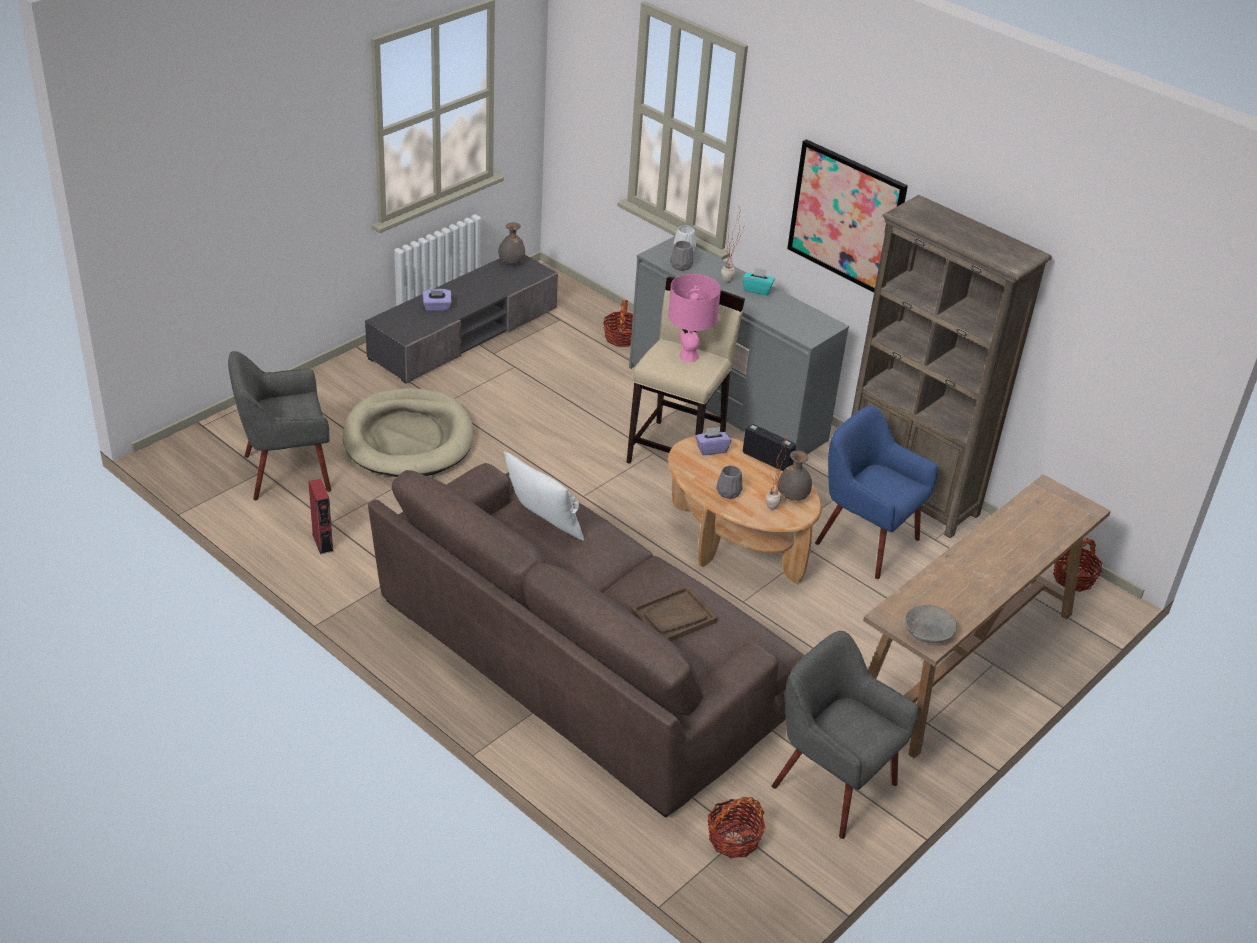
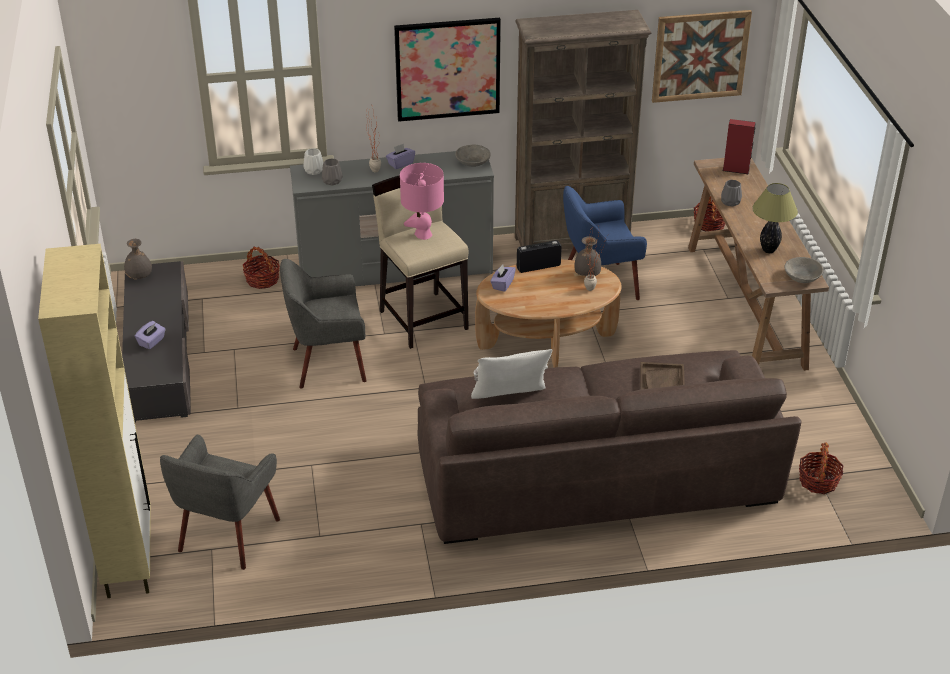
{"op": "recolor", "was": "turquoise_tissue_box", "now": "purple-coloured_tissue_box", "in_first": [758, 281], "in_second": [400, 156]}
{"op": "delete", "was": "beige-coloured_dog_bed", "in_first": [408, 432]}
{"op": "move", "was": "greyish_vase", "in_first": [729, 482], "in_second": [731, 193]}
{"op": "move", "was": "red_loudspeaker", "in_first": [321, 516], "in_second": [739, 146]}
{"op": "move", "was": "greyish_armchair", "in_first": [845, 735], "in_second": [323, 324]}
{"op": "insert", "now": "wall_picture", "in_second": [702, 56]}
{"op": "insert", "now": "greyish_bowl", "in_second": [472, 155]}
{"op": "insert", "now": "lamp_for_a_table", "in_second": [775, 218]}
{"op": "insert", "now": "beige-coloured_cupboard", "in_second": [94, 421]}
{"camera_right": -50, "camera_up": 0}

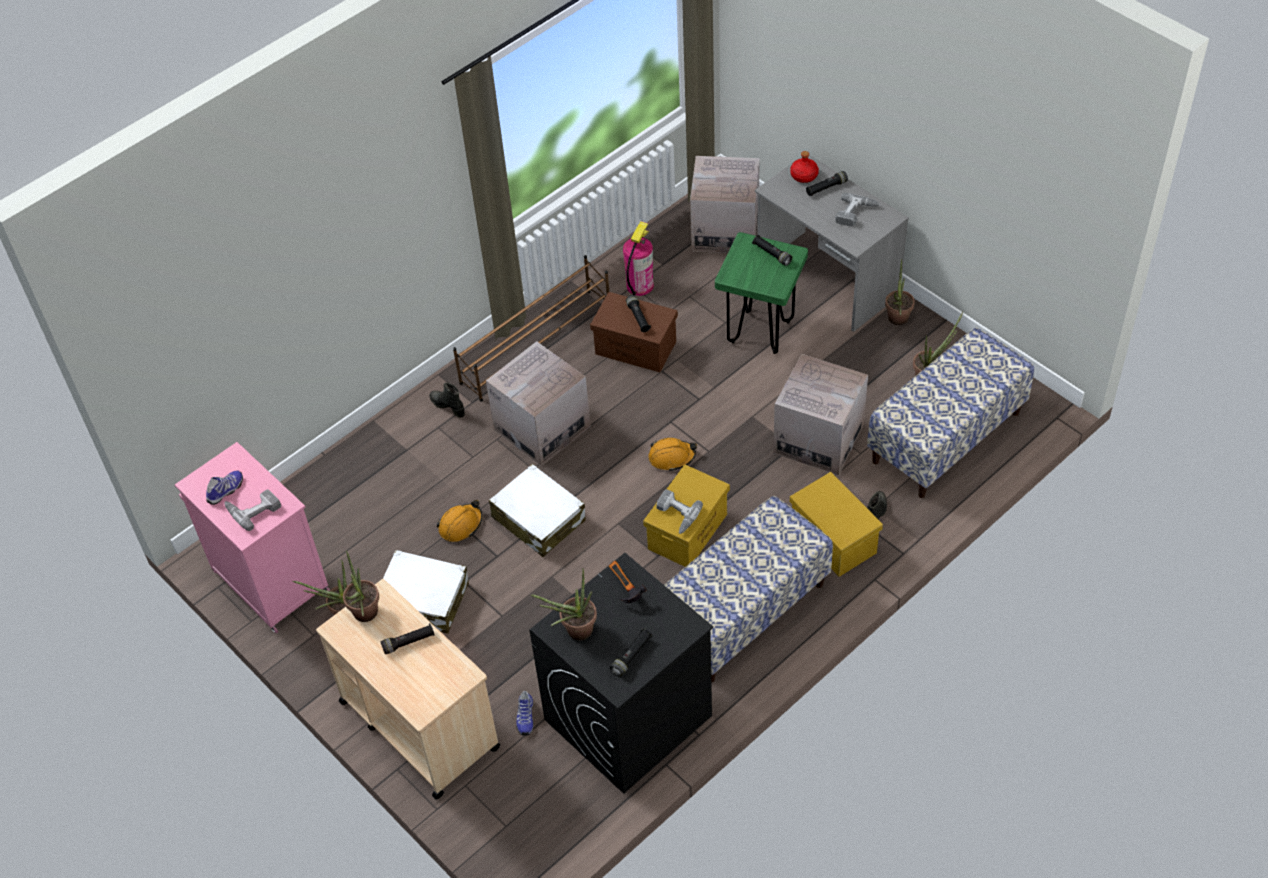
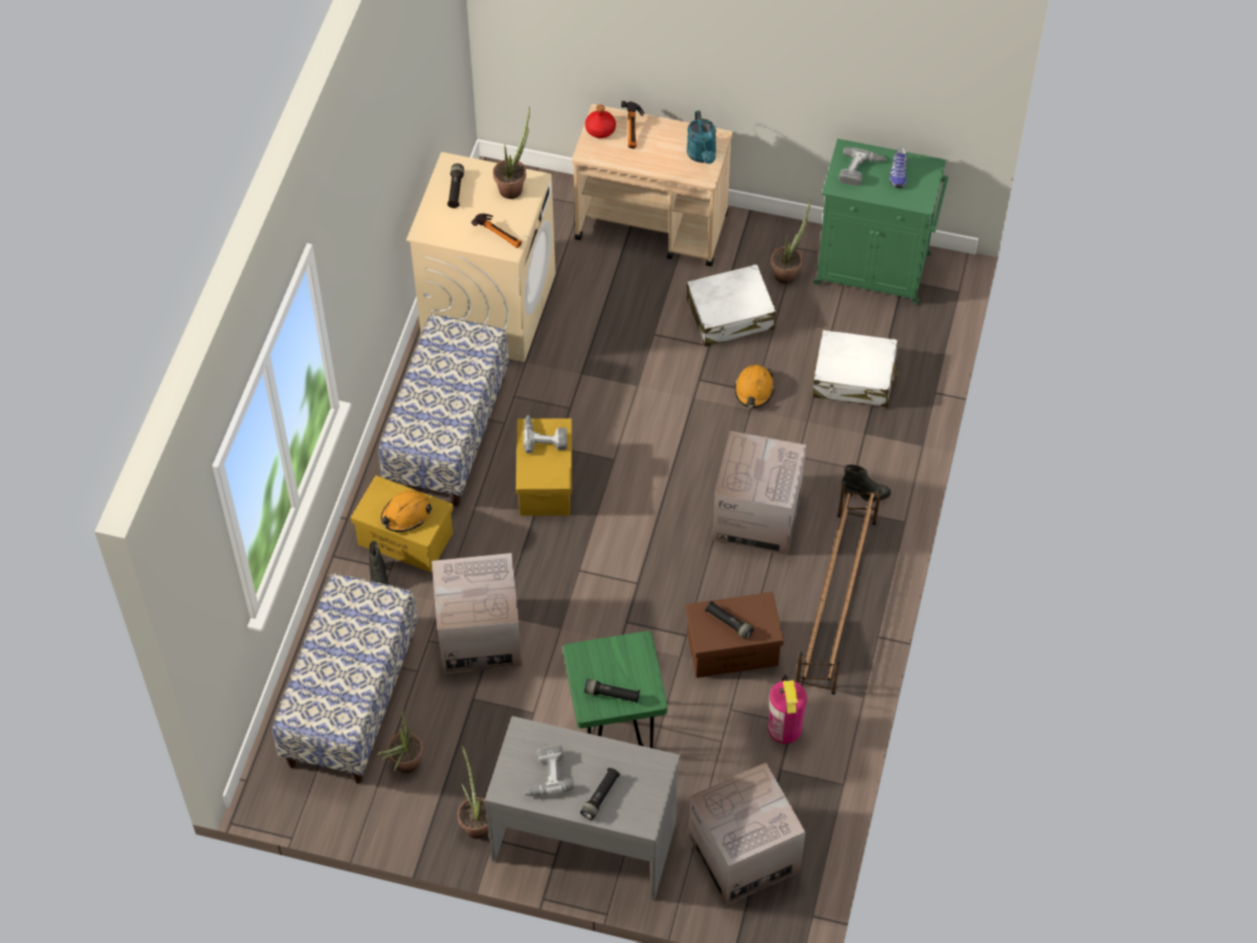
{"op": "move", "was": "red_bottle", "in_first": [804, 167], "in_second": [600, 121]}
{"op": "move", "was": "orange_hard_hat", "in_first": [672, 454], "in_second": [406, 511]}
{"op": "recolor", "was": "pink_cupboard", "now": "greenish_cupboard", "in_first": [252, 537], "in_second": [880, 221]}
{"op": "move", "was": "white_suitcase", "in_first": [537, 510], "in_second": [855, 368]}
{"op": "replace", "was": "houseplant", "now": "turquoise_sprinkling_can", "in_first": [361, 586], "in_second": [701, 137]}
{"op": "recolor", "was": "black-coloured_washing_machine", "now": "beige-coloured_washing_machine", "in_first": [621, 673], "in_second": [481, 257]}
{"op": "delete", "was": "black-coloured_hand_torch", "in_first": [407, 638]}
{"op": "delete", "was": "item_of_footwear", "in_first": [524, 713]}
{"op": "insert", "now": "hand_hammer", "in_second": [633, 125]}
{"camera_right": 145, "camera_up": 5}

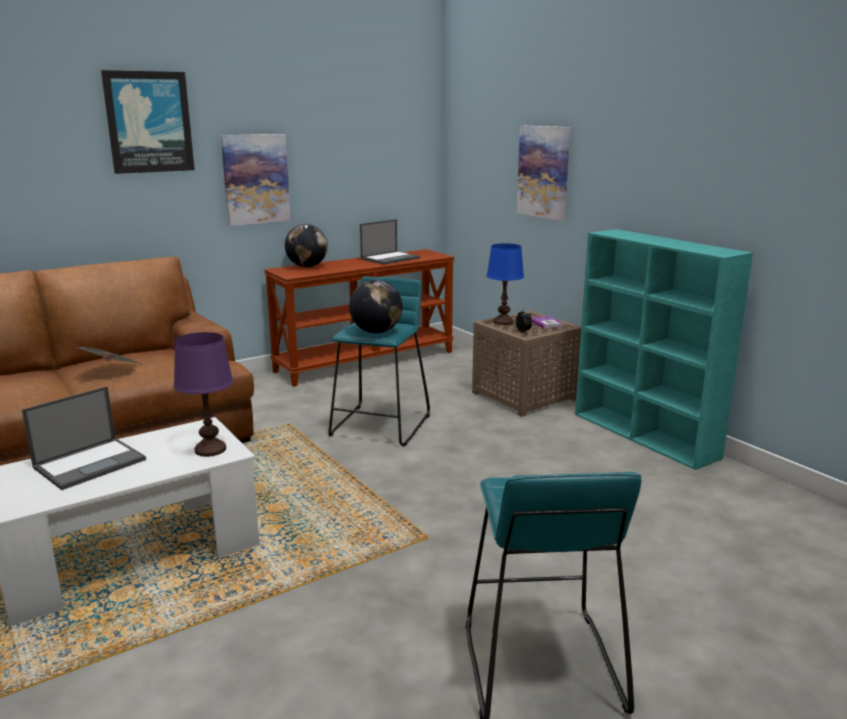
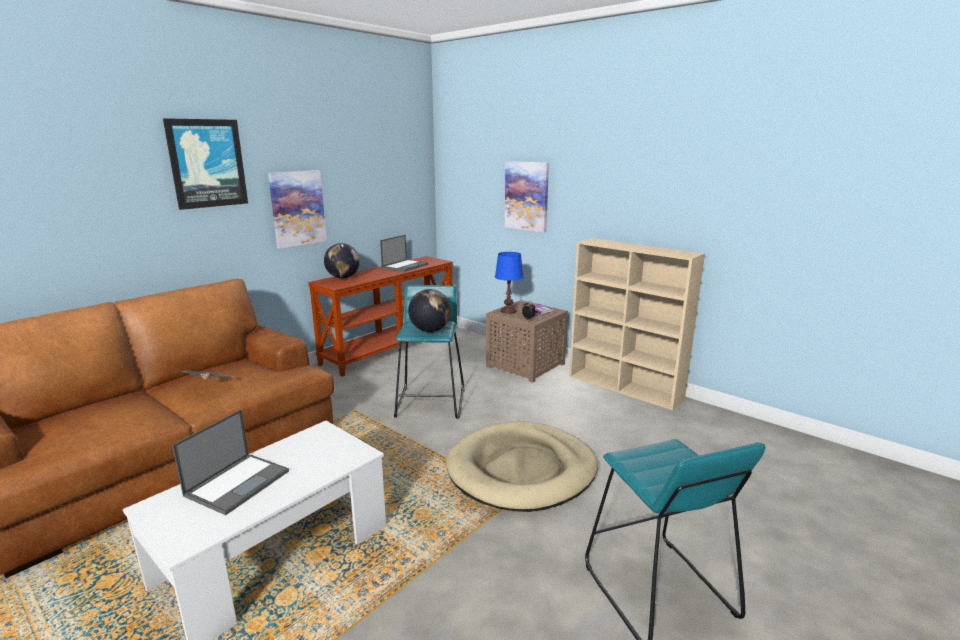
{"op": "recolor", "was": "turquoise_bookshelf", "now": "beige-coloured_bookshelf", "in_first": [664, 349], "in_second": [637, 324]}
{"op": "delete", "was": "purple-coloured_lamp_for_a_table", "in_first": [203, 394]}
{"op": "insert", "now": "beige-coloured_dog_bed", "in_second": [522, 466]}
{"camera_right": -15, "camera_up": 0}

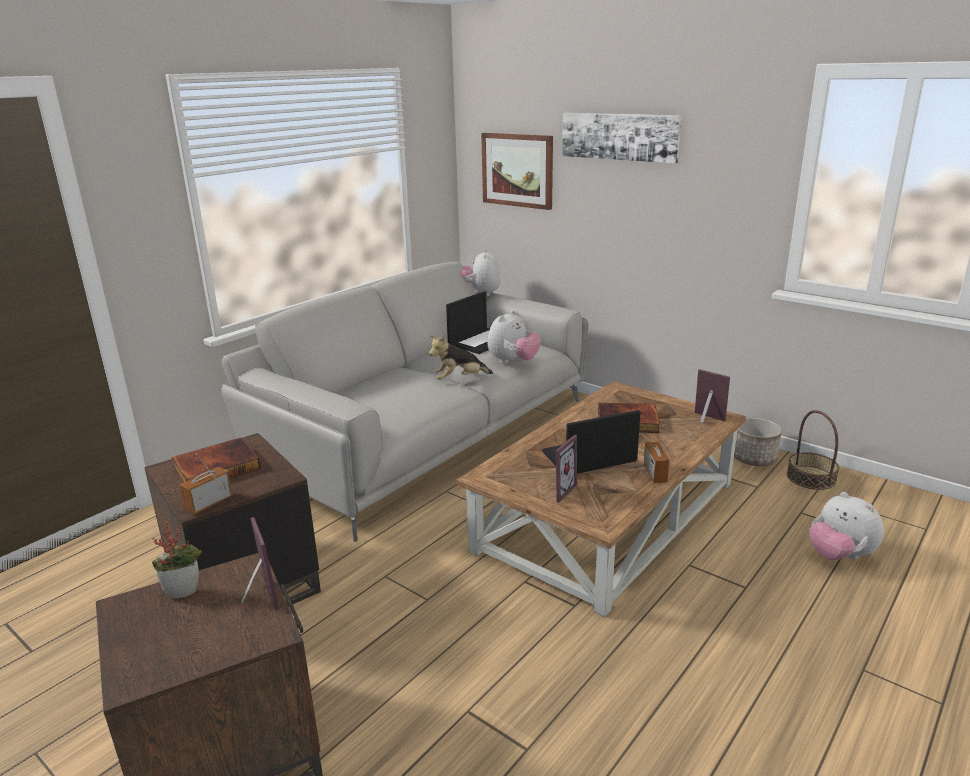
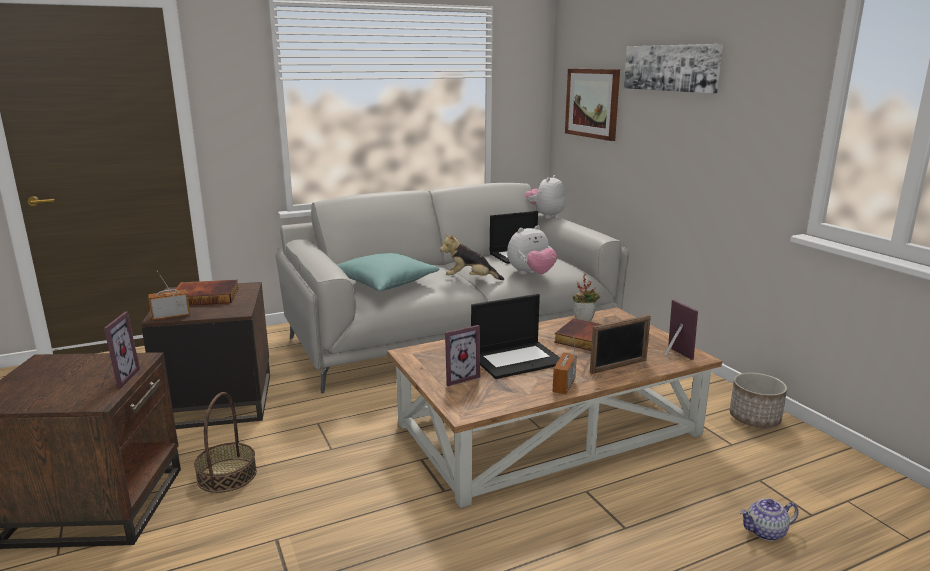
{"op": "rotate", "was": "laptop", "in_first": [591, 442], "in_second": [515, 336], "clockwise": 150}
{"op": "move", "was": "basket", "in_first": [813, 450], "in_second": [225, 442]}
{"op": "replace", "was": "soft_toy", "now": "pot_for_tea", "in_first": [846, 526], "in_second": [769, 519]}
{"op": "move", "was": "houseplant", "in_first": [177, 559], "in_second": [586, 298]}
{"op": "insert", "now": "turquoise_pillow", "in_second": [388, 272]}
{"op": "insert", "now": "standing_frame", "in_second": [620, 344]}
{"camera_right": 25, "camera_up": -5}

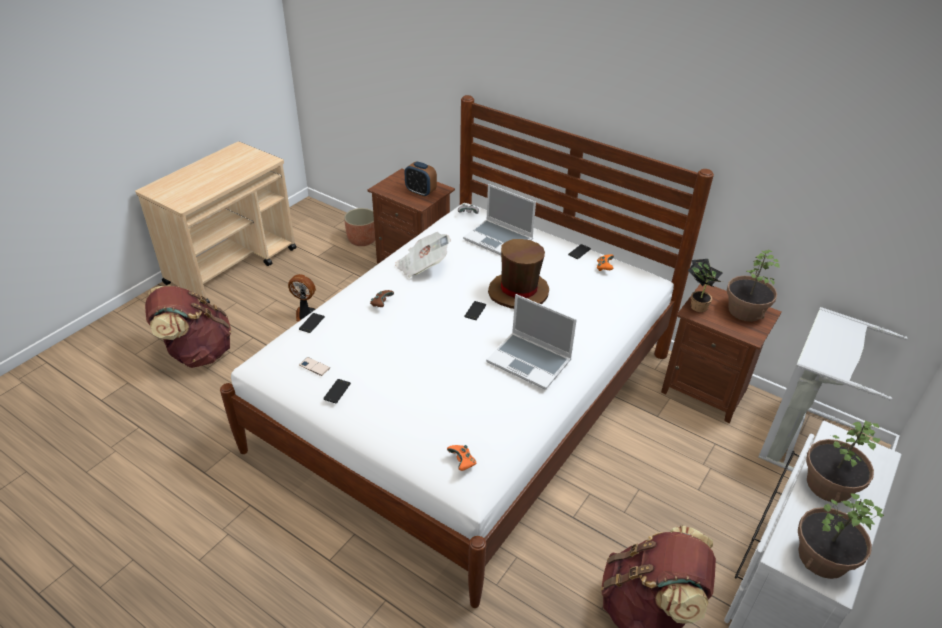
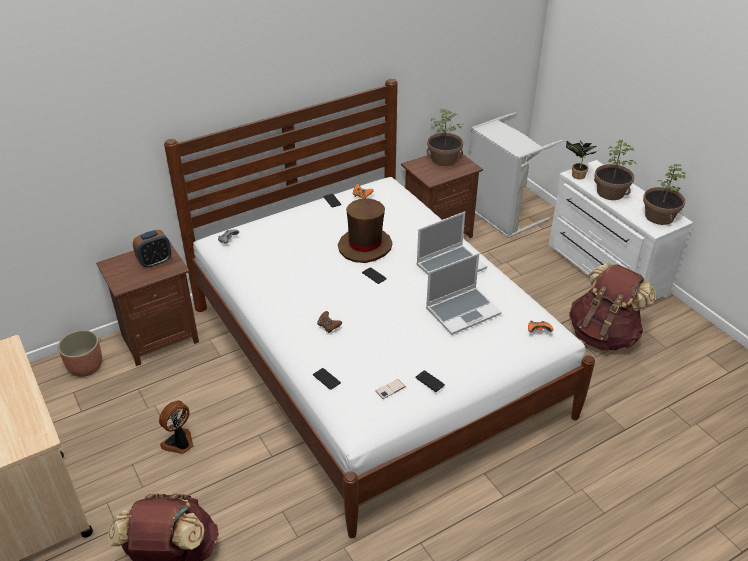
{"op": "move", "was": "laptop", "in_first": [499, 219], "in_second": [464, 294]}
{"op": "delete", "was": "newspaper", "in_first": [423, 255]}
{"op": "move", "was": "houseplant", "in_first": [705, 285], "in_second": [581, 160]}
{"camera_right": -65, "camera_up": 0}

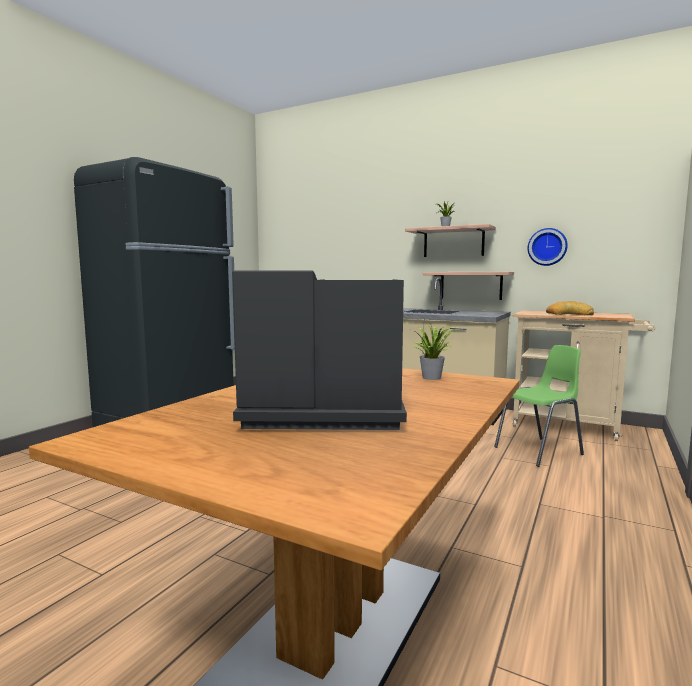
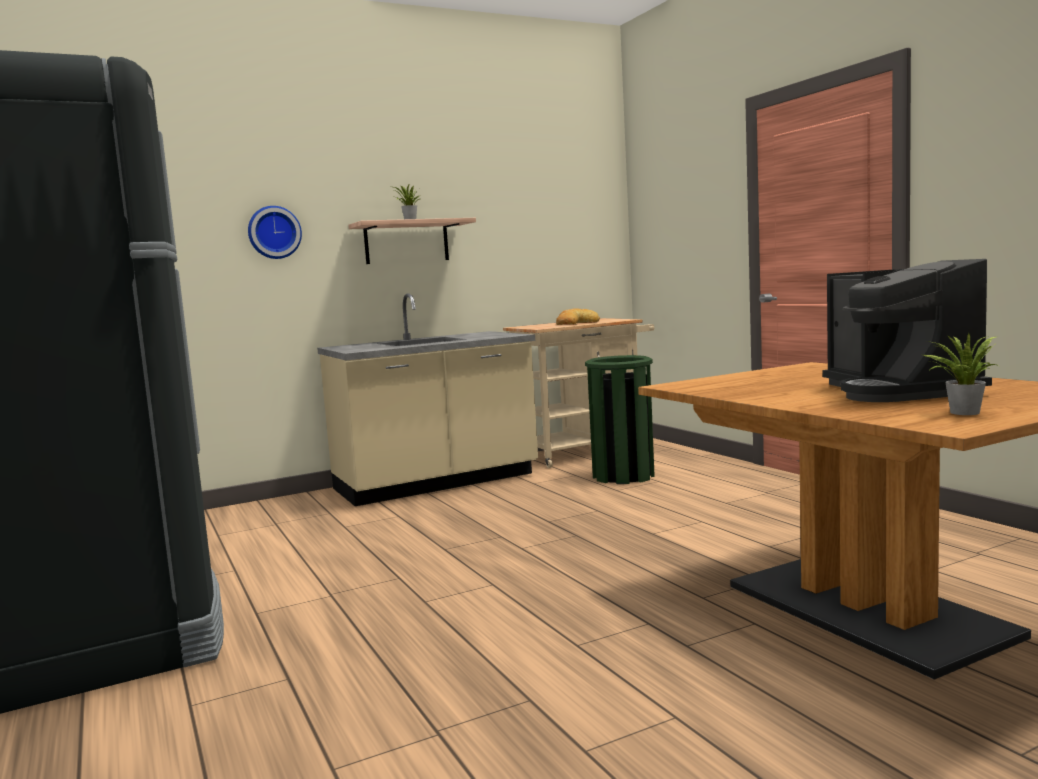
{"op": "move", "was": "wall_clock", "in_first": [547, 247], "in_second": [275, 232]}
{"op": "rotate", "was": "coffee_brewer", "in_first": [319, 350], "in_second": [907, 330], "clockwise": -45}
{"op": "delete", "was": "shelf", "in_first": [468, 286]}
{"op": "move", "was": "houseplant", "in_first": [436, 352], "in_second": [961, 374]}
{"op": "replace", "was": "greenish_chair", "now": "greenish_trash_can", "in_first": [539, 406], "in_second": [620, 419]}
{"camera_right": -55, "camera_up": 0}

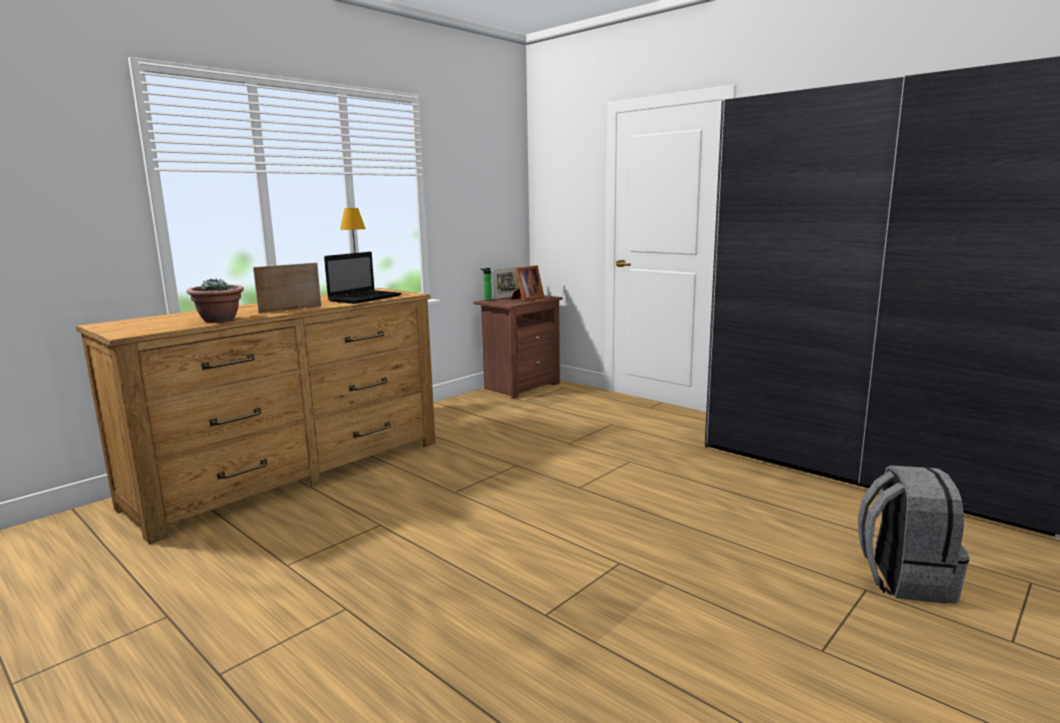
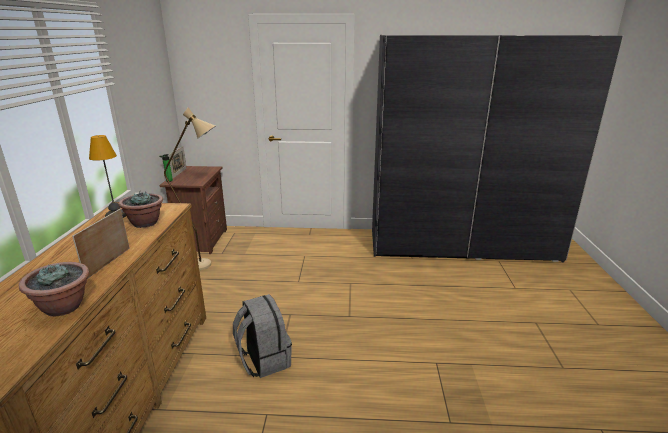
{"op": "replace", "was": "laptop", "now": "houseplant", "in_first": [362, 278], "in_second": [140, 209]}
{"op": "delete", "was": "standing_frame", "in_first": [527, 283]}
{"op": "move", "was": "greyish_knapsack", "in_first": [914, 534], "in_second": [262, 336]}
{"op": "insert", "now": "beige-coloured_floor_lamp", "in_second": [189, 188]}
{"camera_right": -40, "camera_up": 10}

